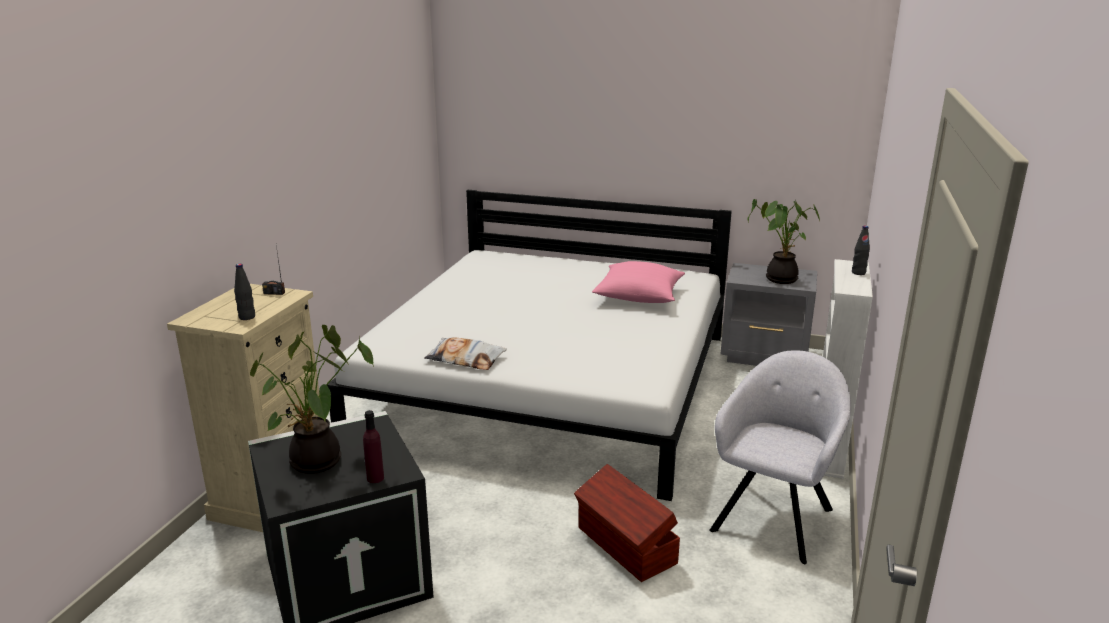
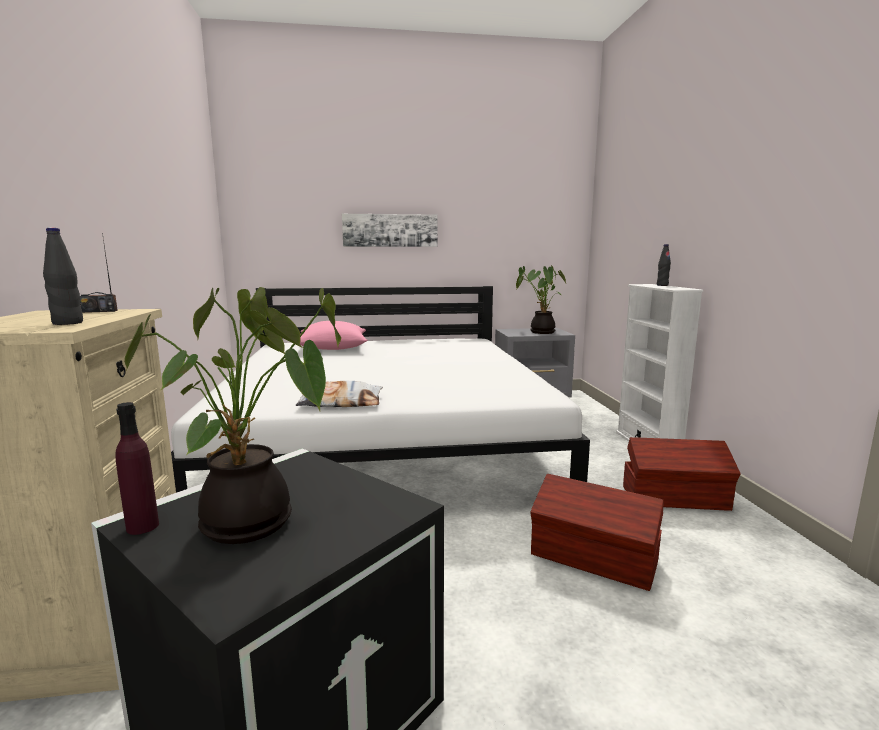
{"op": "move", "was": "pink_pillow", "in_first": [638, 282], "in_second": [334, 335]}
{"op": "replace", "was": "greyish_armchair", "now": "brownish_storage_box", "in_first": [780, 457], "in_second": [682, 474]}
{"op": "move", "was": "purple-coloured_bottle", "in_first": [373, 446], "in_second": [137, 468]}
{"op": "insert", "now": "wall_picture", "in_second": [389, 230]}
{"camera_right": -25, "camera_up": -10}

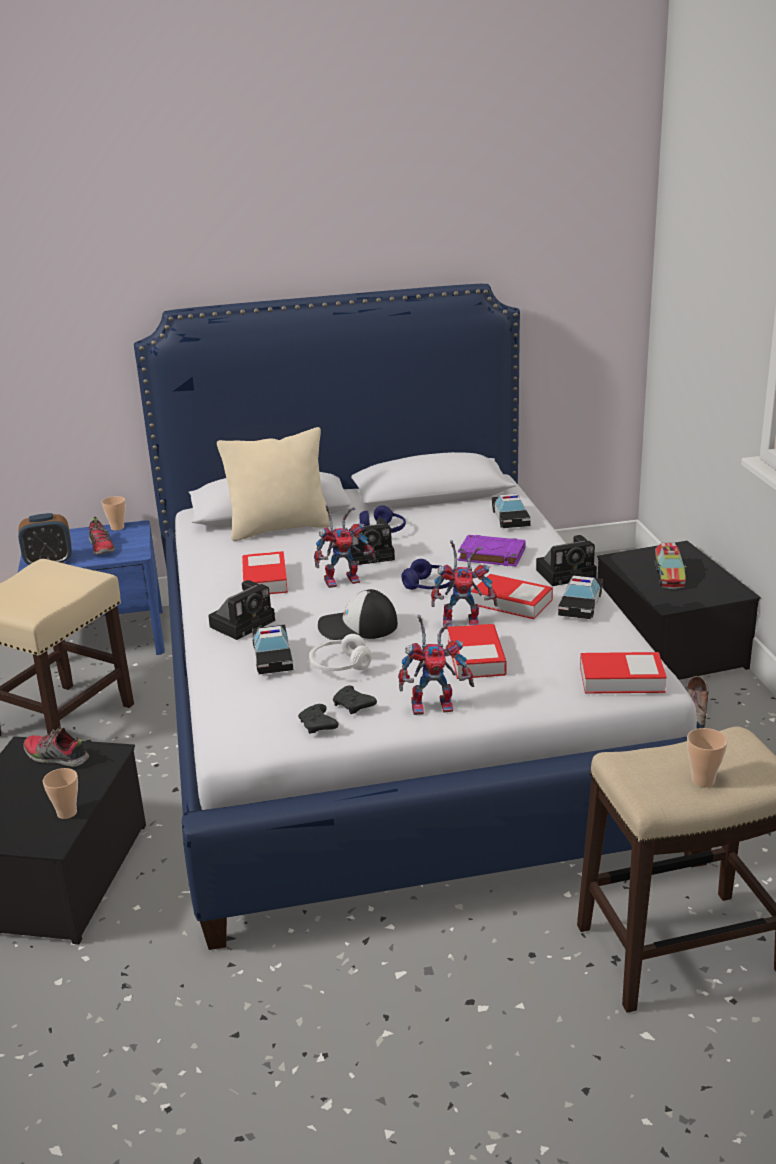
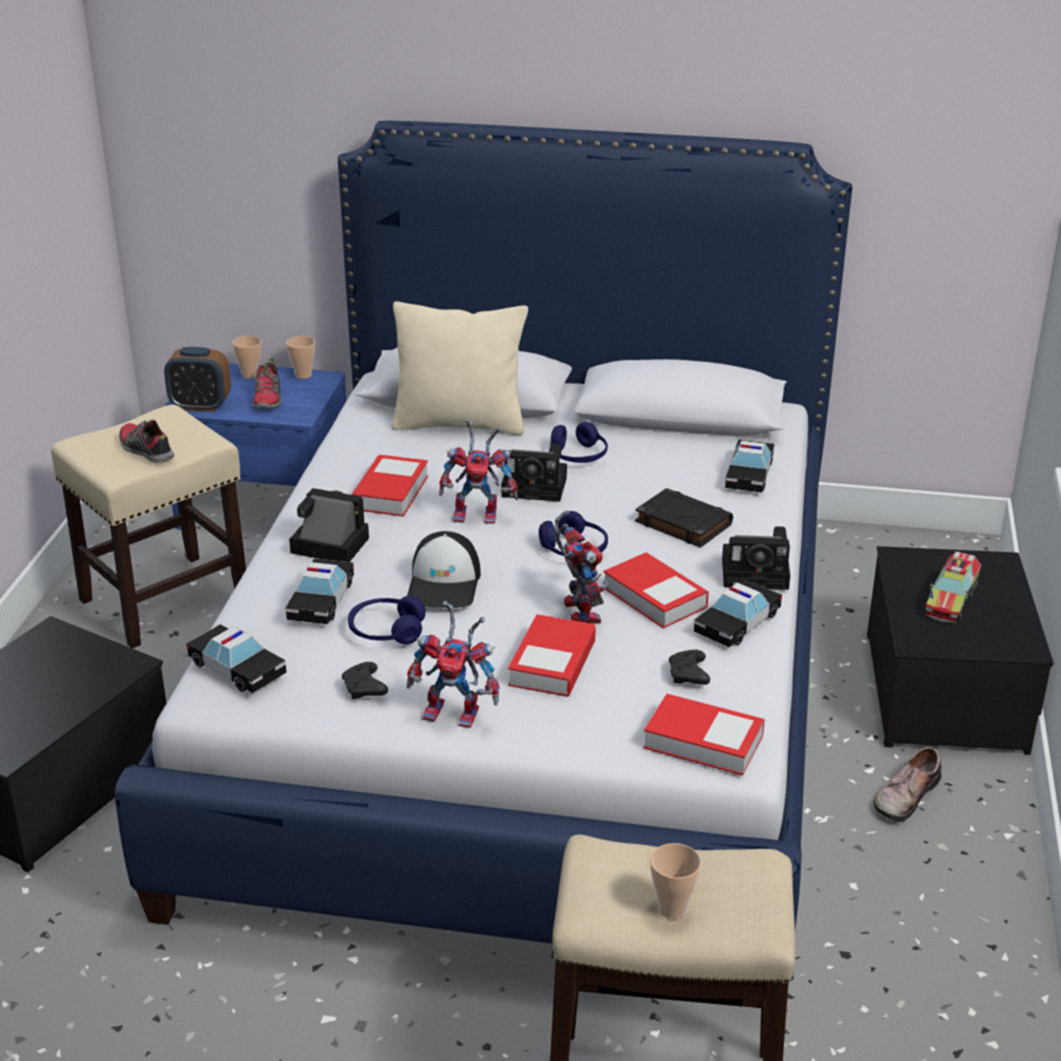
{"op": "recolor", "was": "purple-coloured_bound_book", "now": "black-coloured_bound_book", "in_first": [492, 551], "in_second": [684, 517]}
{"op": "rotate", "was": "robot_figure", "in_first": [464, 584], "in_second": [581, 567], "clockwise": -120}
{"op": "rotate", "was": "still_camera", "in_first": [241, 610], "in_second": [329, 525], "clockwise": -135}
{"op": "rotate", "was": "peaked_cap", "in_first": [358, 614], "in_second": [444, 569], "clockwise": -105}
{"op": "recolor", "was": "white_pair_of_headphones", "now": "bluish_pair_of_headphones", "in_first": [340, 652], "in_second": [387, 620]}
{"op": "move", "was": "black-coloured_gamepad", "in_first": [318, 719], "in_second": [689, 667]}
{"op": "move", "was": "item_of_footwear", "in_first": [56, 746], "in_second": [146, 440]}
{"op": "move", "was": "drinking_cup", "in_first": [60, 793], "in_second": [247, 357]}
{"op": "insert", "now": "miniature_car", "in_second": [236, 658]}
{"camera_right": 20, "camera_up": 5}

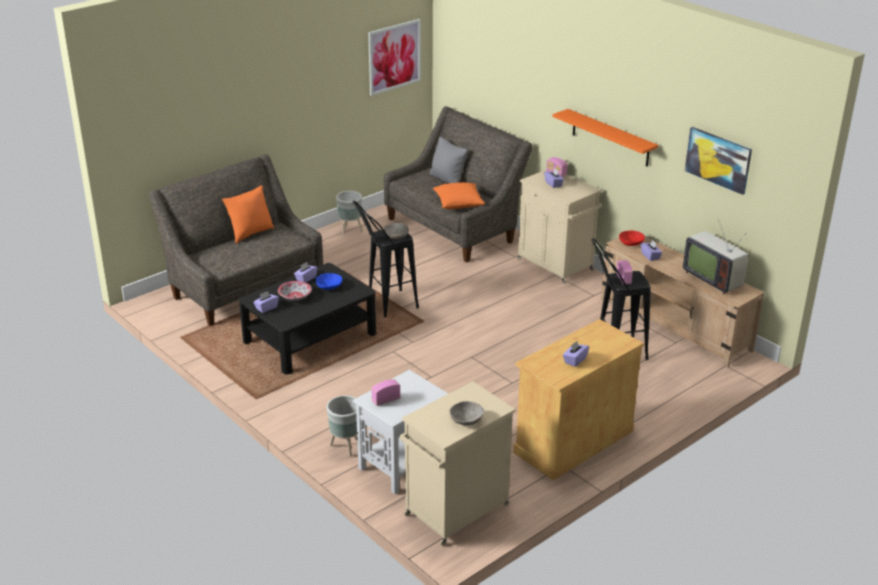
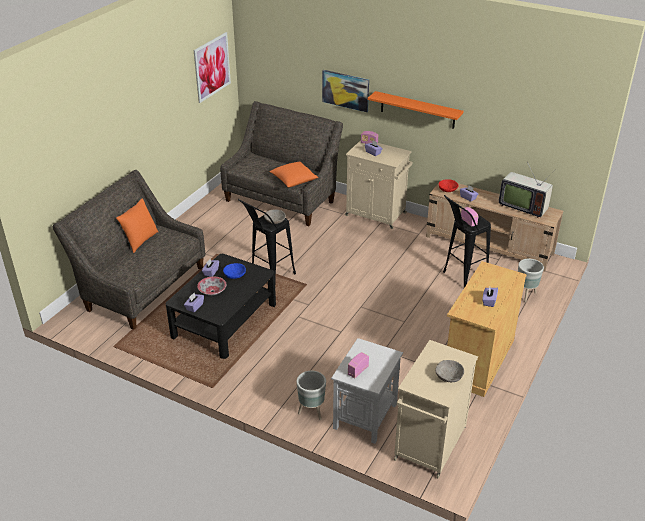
{"op": "move", "was": "wall_picture", "in_first": [718, 161], "in_second": [345, 91]}
{"op": "delete", "was": "greyish_pillow", "in_first": [449, 160]}
{"op": "move", "was": "greyish_planter", "in_first": [349, 213], "in_second": [531, 280]}
{"camera_right": -20, "camera_up": 5}

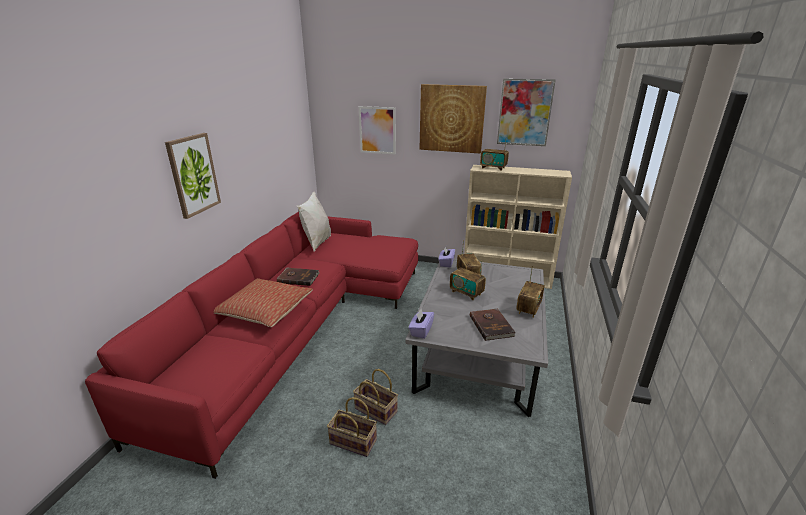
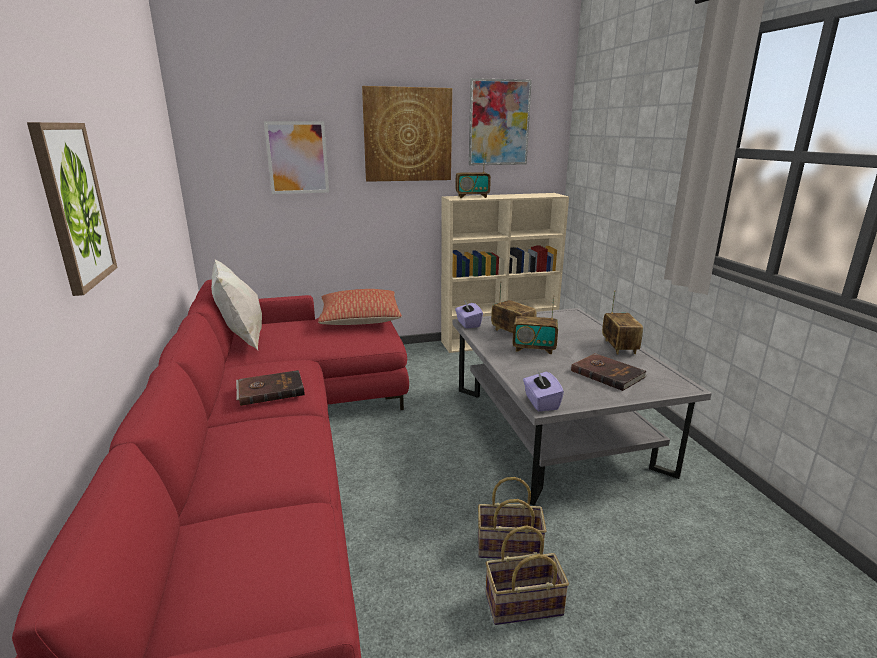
{"op": "move", "was": "pillow", "in_first": [263, 302], "in_second": [360, 307]}
{"camera_right": -30, "camera_up": -5}

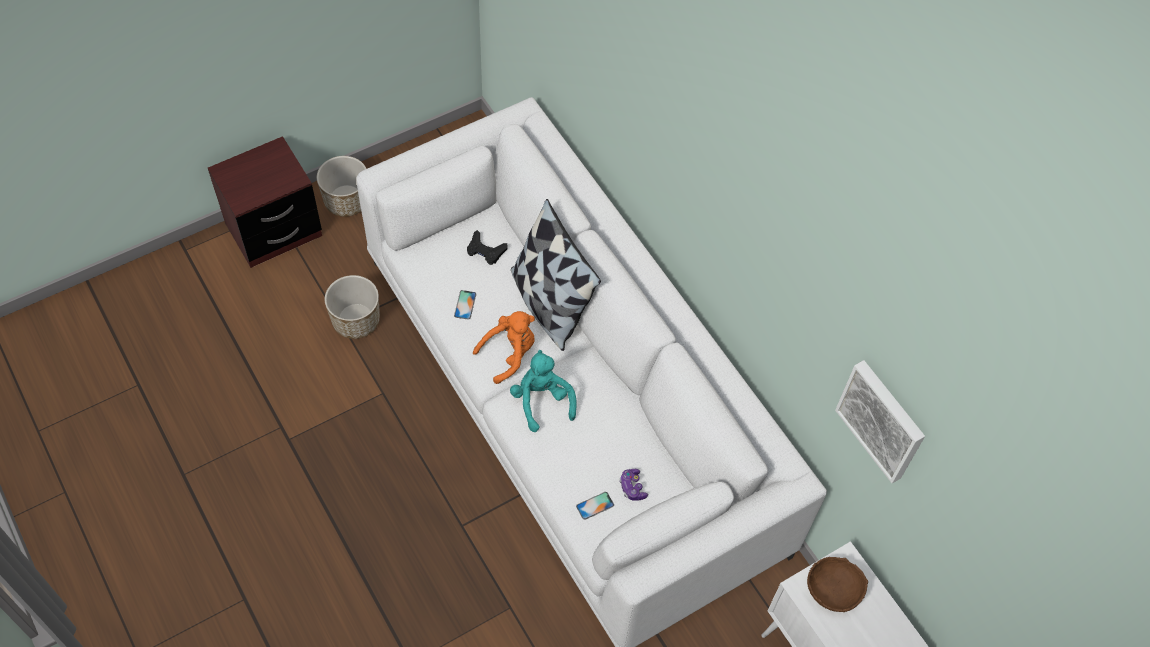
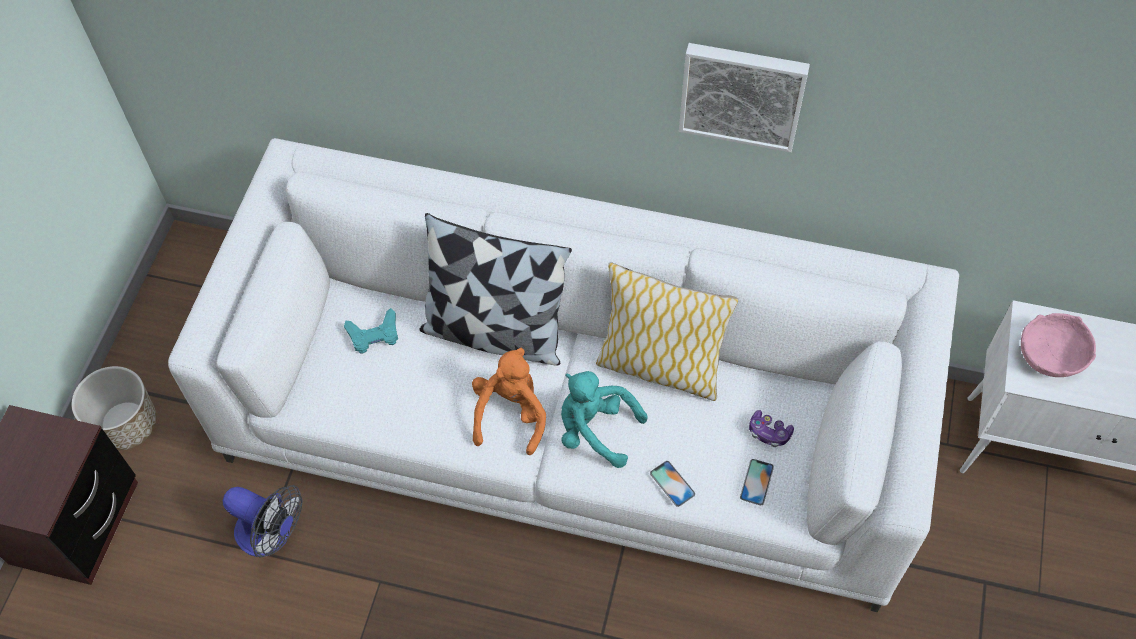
{"op": "recolor", "was": "black-coloured_gamepad", "now": "turquoise_gamepad", "in_first": [487, 247], "in_second": [371, 331]}
{"op": "replace", "was": "planter", "now": "fan", "in_first": [352, 307], "in_second": [263, 521]}
{"op": "move", "was": "phone", "in_first": [465, 305], "in_second": [672, 484]}
{"op": "move", "was": "wall_picture", "in_first": [880, 421], "in_second": [744, 97]}
{"op": "recolor", "was": "brownish_bowl", "now": "pink_bowl", "in_first": [837, 584], "in_second": [1058, 345]}
{"op": "insert", "now": "pillow", "in_second": [667, 331]}
{"camera_right": -40, "camera_up": 0}

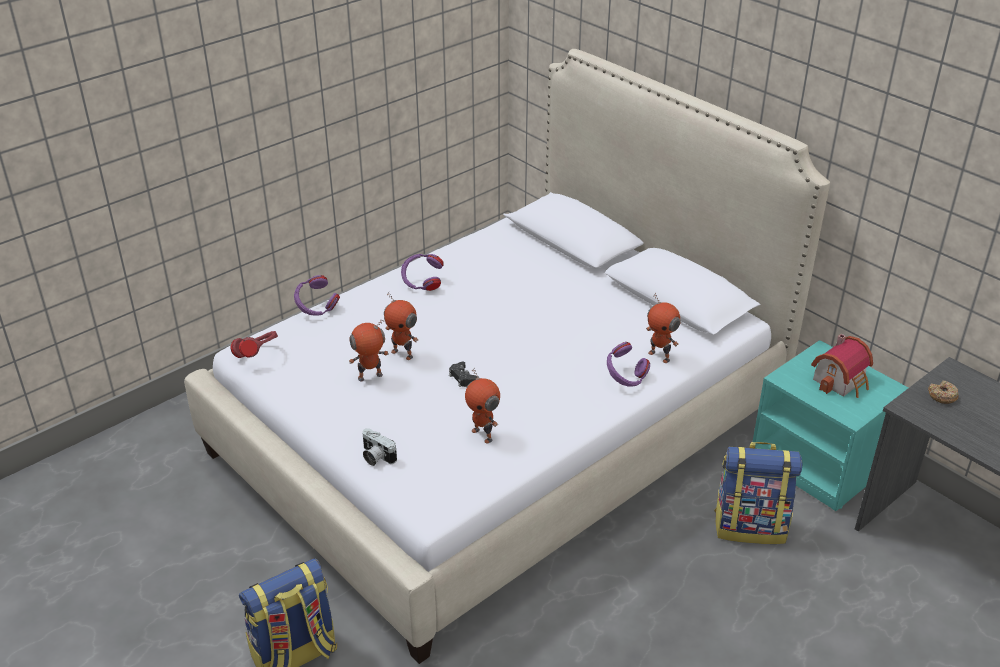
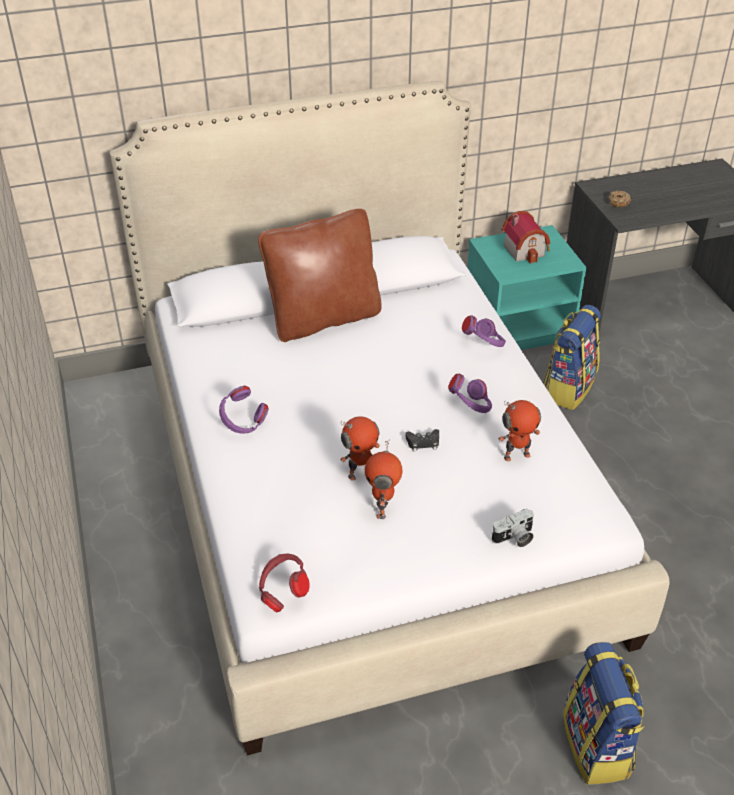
{"op": "move", "was": "purple-coloured_pair_of_headphones", "in_first": [317, 295], "in_second": [470, 393]}
{"op": "delete", "was": "robot_figure", "in_first": [663, 328]}
{"op": "insert", "now": "brownish_pillow", "in_second": [320, 275]}
{"camera_right": -65, "camera_up": 5}

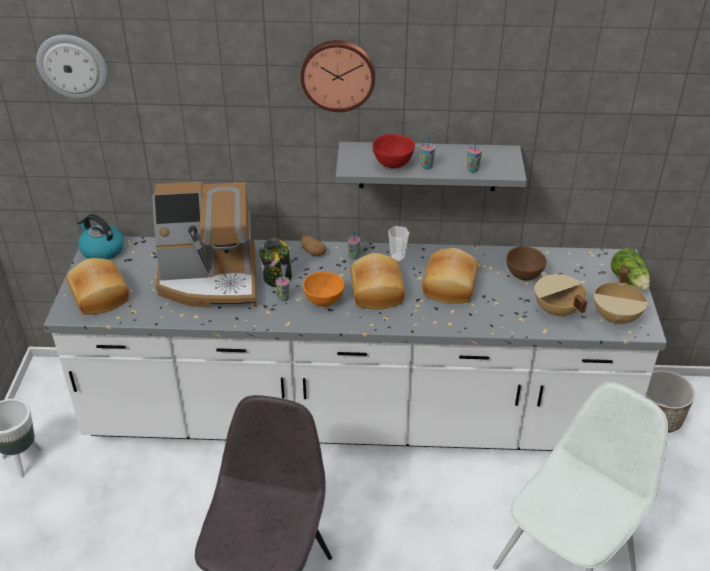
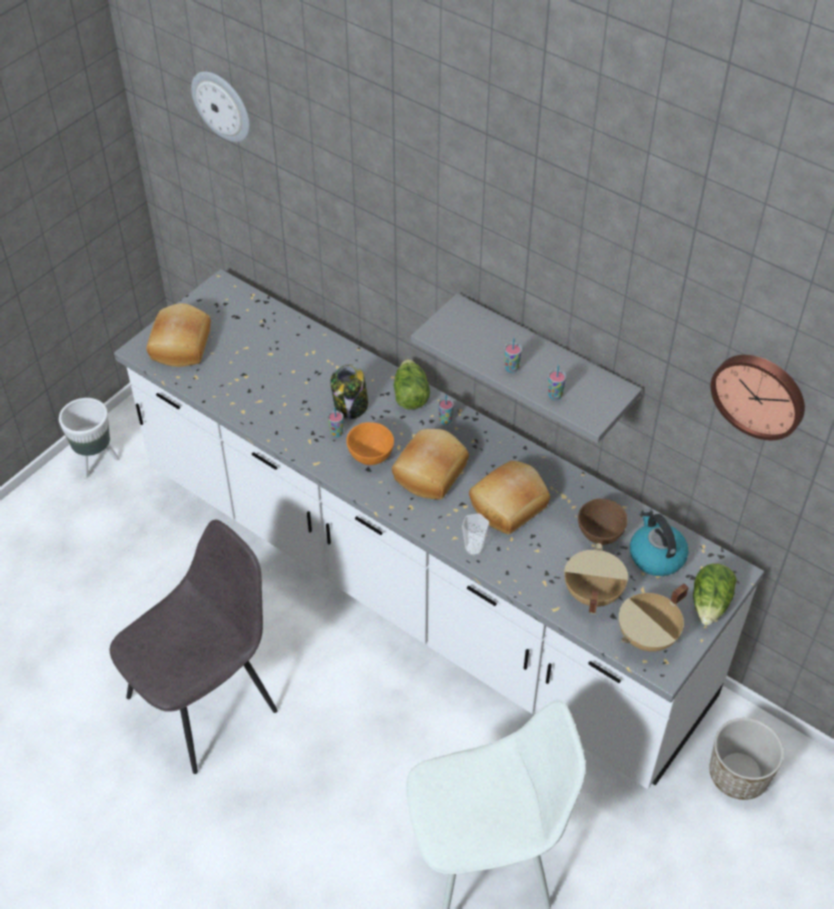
{"op": "move", "was": "wall_clock", "in_first": [338, 76], "in_second": [758, 397]}
{"op": "delete", "was": "red_bowl", "in_first": [393, 151]}
{"op": "delete", "was": "coffee_brewer", "in_first": [204, 244]}
{"op": "move", "was": "water_kettle", "in_first": [100, 237], "in_second": [659, 542]}
{"op": "move", "was": "drinking_cup", "in_first": [398, 244], "in_second": [475, 534]}
{"op": "replace", "was": "whole_potato", "now": "head_of_lettuce", "in_first": [314, 245], "in_second": [412, 384]}
{"camera_right": 35, "camera_up": 10}

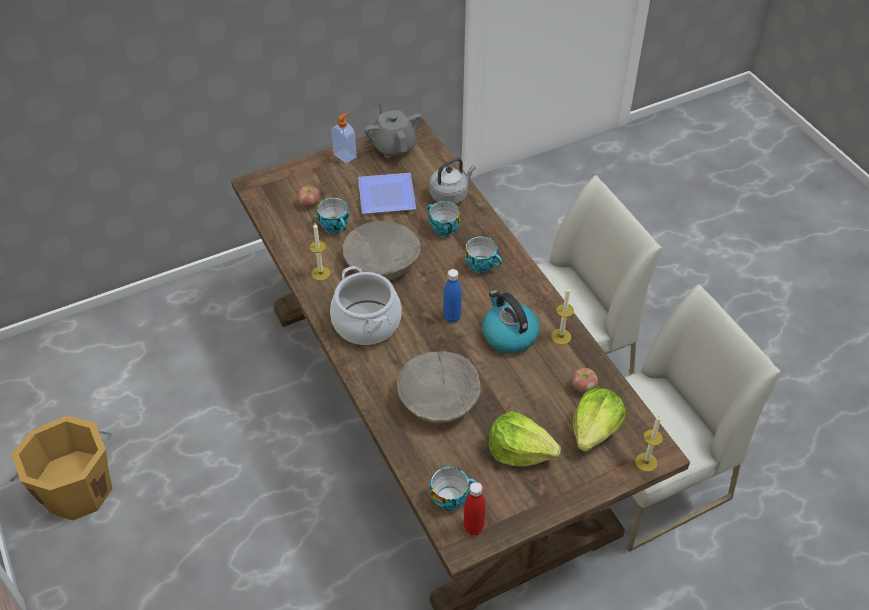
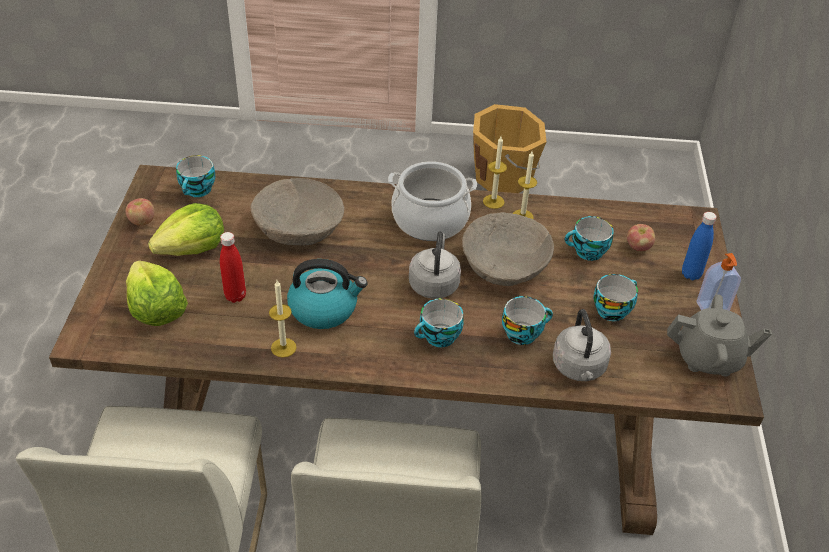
{"op": "replace", "was": "flat_dish", "now": "drinking_cup", "in_first": [387, 193], "in_second": [616, 297]}
{"op": "move", "was": "bluish_bottle", "in_first": [452, 296], "in_second": [699, 246]}
{"op": "move", "was": "apple_fruit", "in_first": [585, 380], "in_second": [140, 212]}
{"op": "move", "was": "wax_candle", "in_first": [649, 443], "in_second": [495, 173]}
{"op": "move", "was": "red_bottle", "in_first": [474, 508], "in_second": [233, 267]}
{"op": "insert", "now": "greyish_water_kettle", "in_second": [435, 265]}
{"camera_right": 120, "camera_up": -5}

